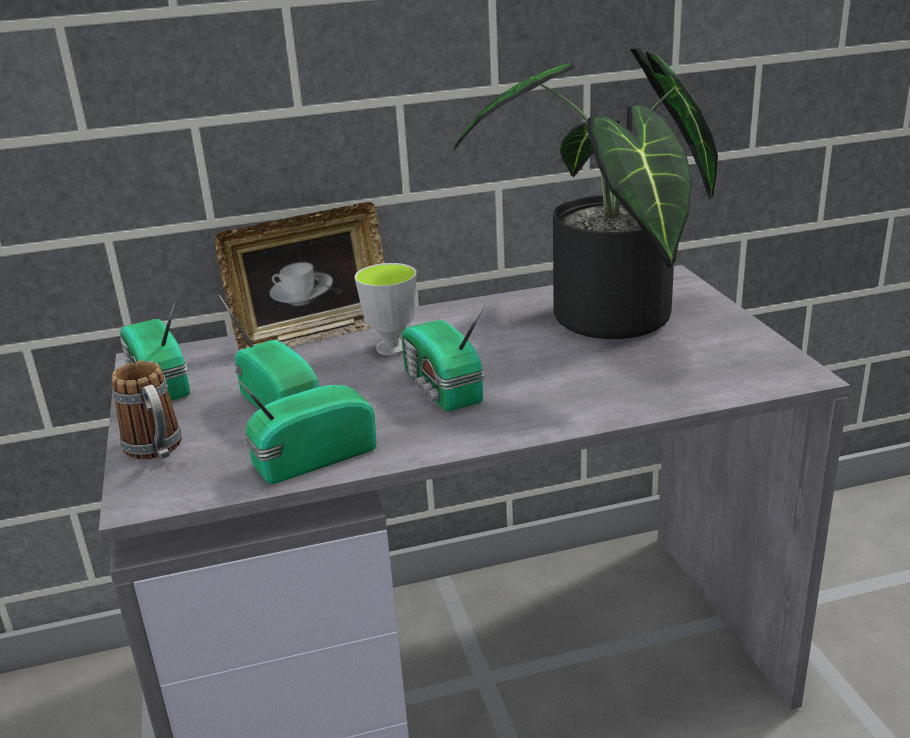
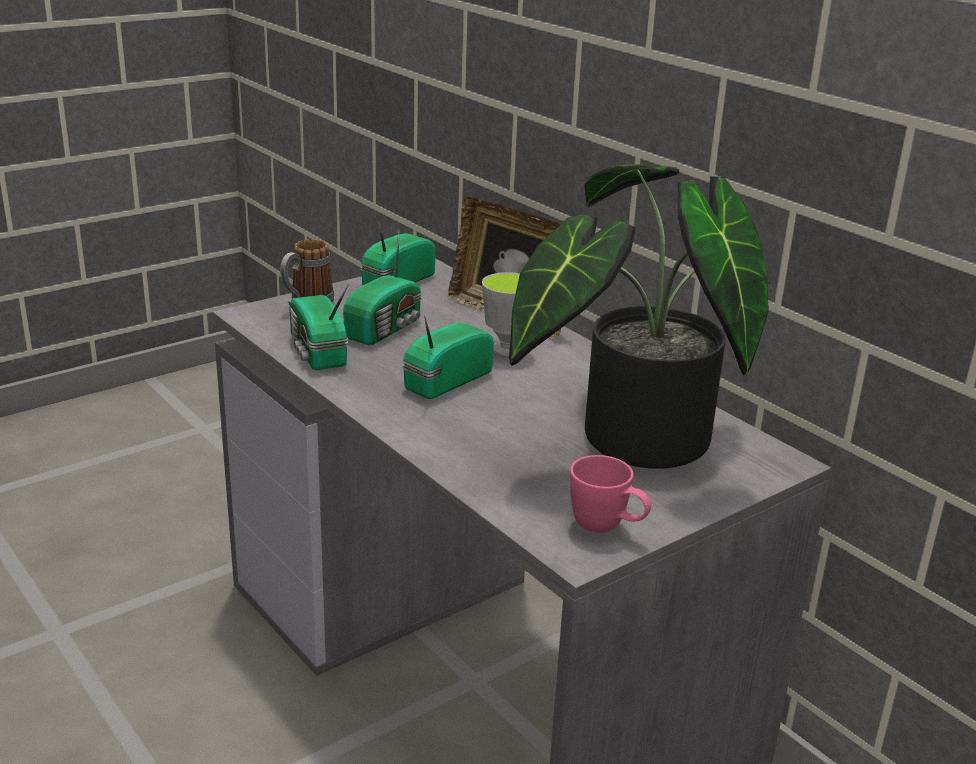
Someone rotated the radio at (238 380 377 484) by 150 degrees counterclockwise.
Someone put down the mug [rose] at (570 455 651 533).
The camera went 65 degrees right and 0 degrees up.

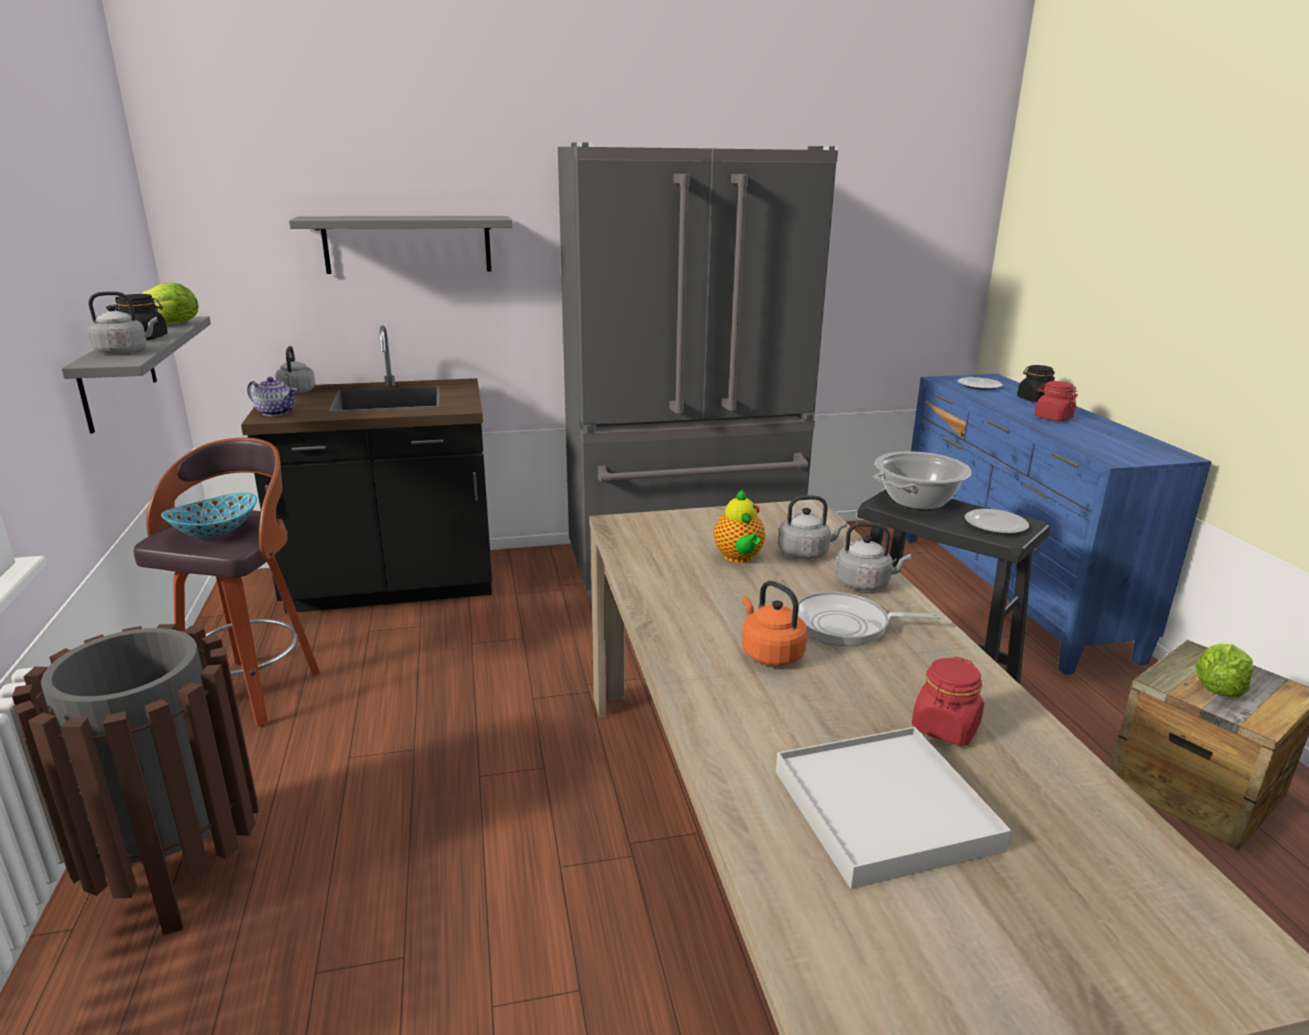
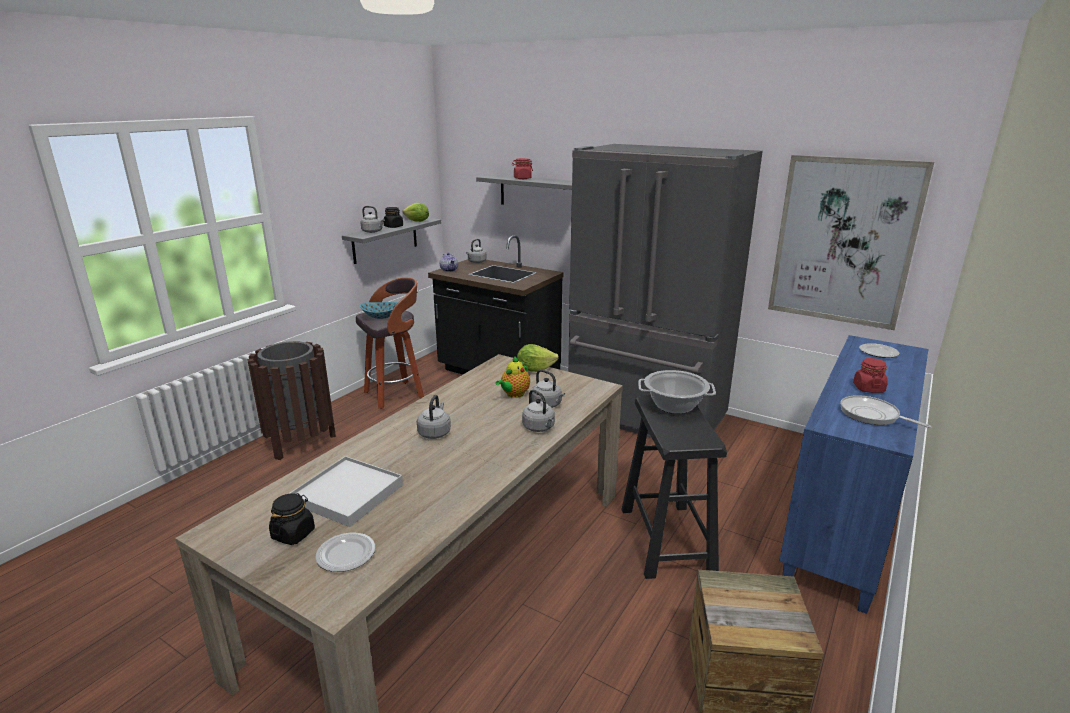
Someone carried the bocal [noir] from (1017 365 1055 402) to (269 493 315 545).
Someone carried the assiette from (965 509 1029 534) to (315 533 375 572).
Someone repainted the bouilloire [orange] at (742 581 807 666), which became the bouilloire [gris] at (417 395 451 439).
Someone carried the bocal [rouge] from (912 657 984 746) to (512 158 533 179).
Someone carried the laitue from (1196 643 1253 697) to (517 344 559 372).
Someone put up the tableau at (768 155 934 330).
Someone carried the poêle from (798 592 941 646) to (840 395 932 428).
The camera went 45 degrees right and 0 degrees up.

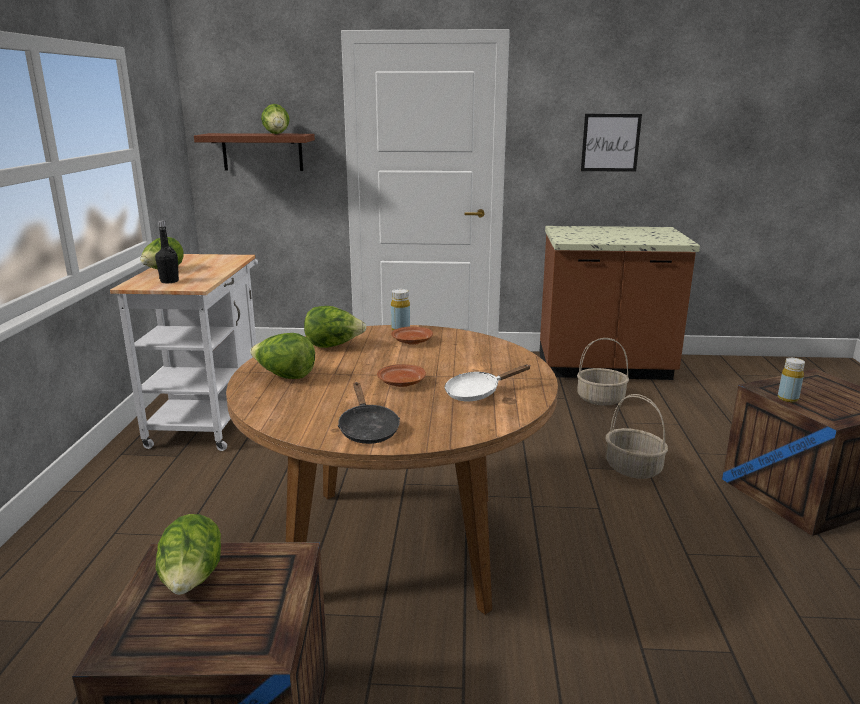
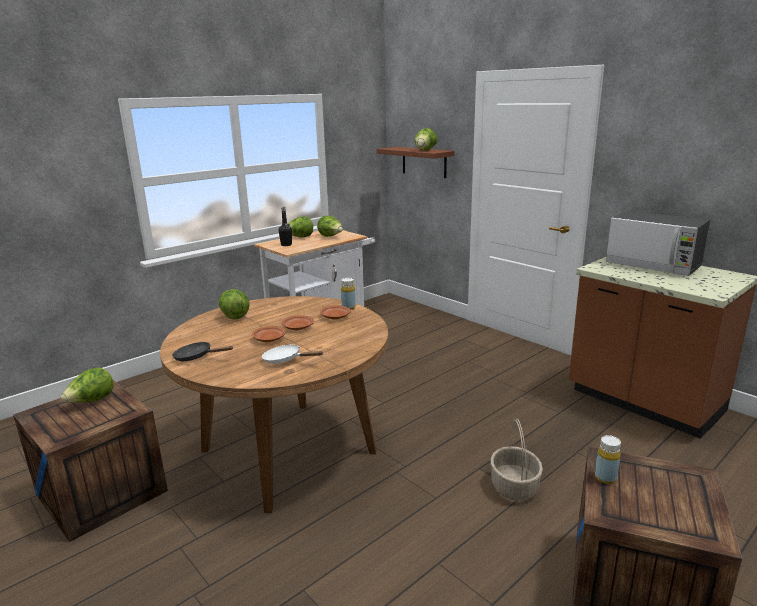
Someone rotated the poêle [noir] at (337 382 400 444) by 75 degrees clockwise.
Someone put down the assiette [marron] at (282 315 314 330).
Someone carried the laitue from (304 306 366 348) to (317 216 343 237).
Someone put down the micro-ondes at (606 211 710 276).
Someone took away the panier at (577 338 629 405).
Someone took away the tableau at (581 114 642 172).
The camera went 45 degrees right and 0 degrees up.

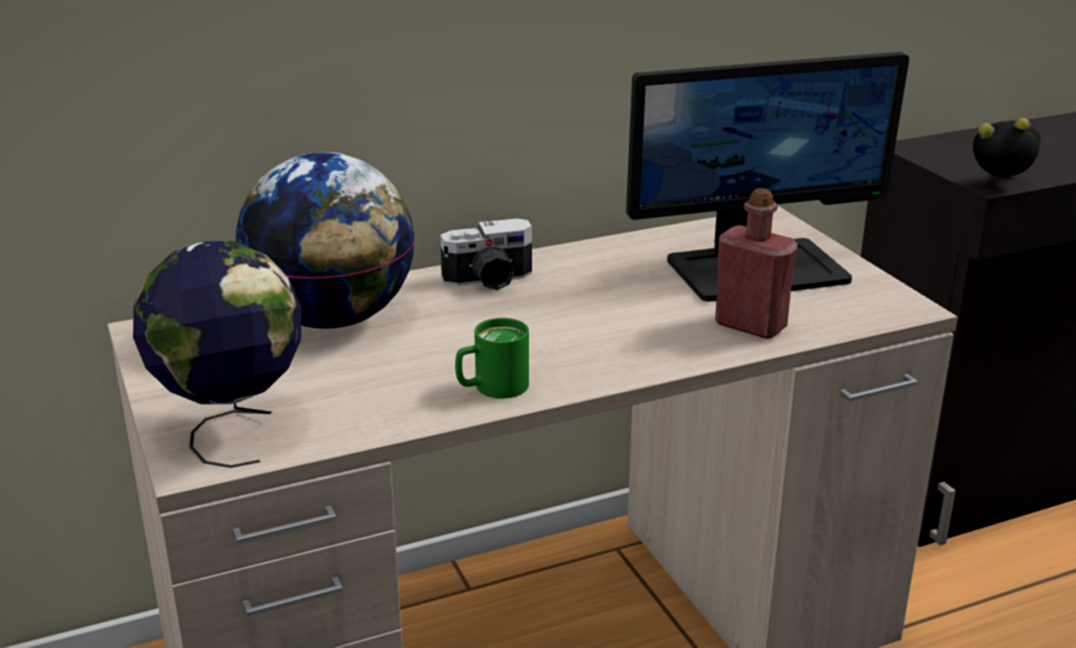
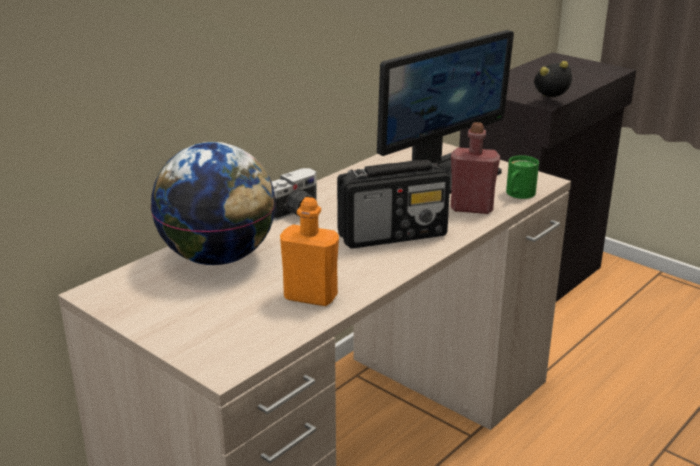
Someone put down the bouteille [orange] at (280 197 339 306).
Someone put down the radio at (337 160 450 249).
Someone carried the mug [vert] from (455 318 529 398) to (506 155 539 199).
Someone took away the globe at (133 241 301 468).
The camera went 25 degrees left and 0 degrees up.

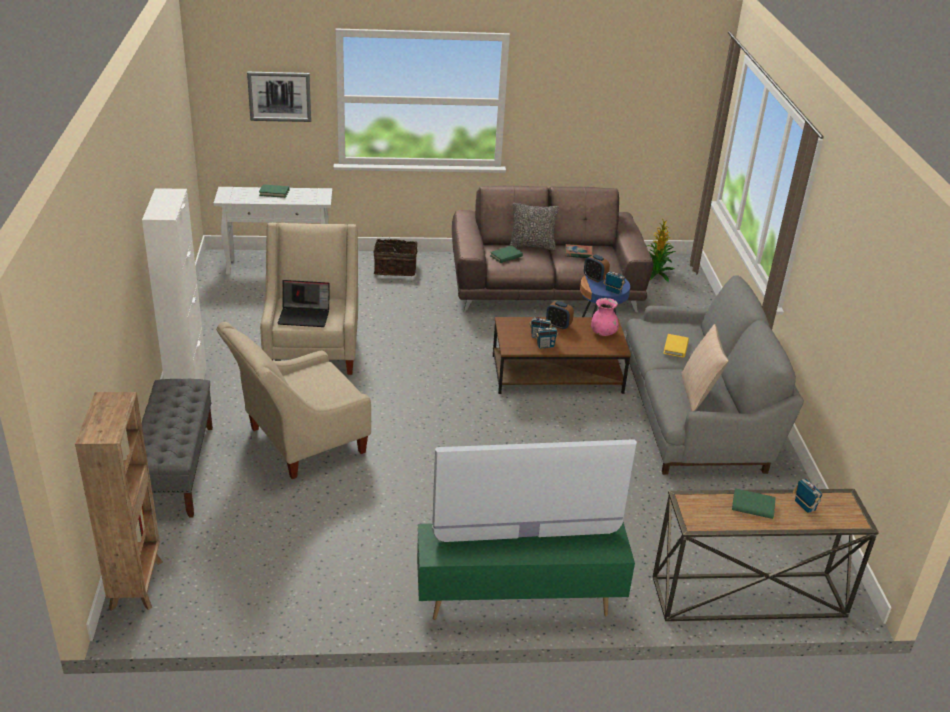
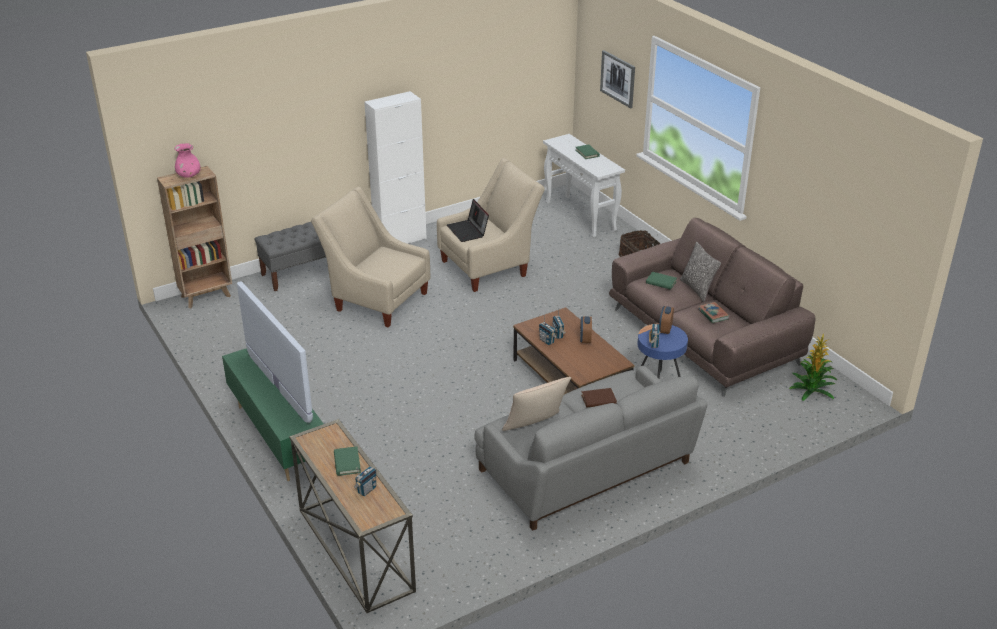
Someone carried the vase [rose] from (591 298 619 336) to (174 143 201 178).
Someone repainted the livre [jaune] at (663 334 689 358), which became the livre [marron] at (581 388 617 408).
The camera went 65 degrees right and 0 degrees up.

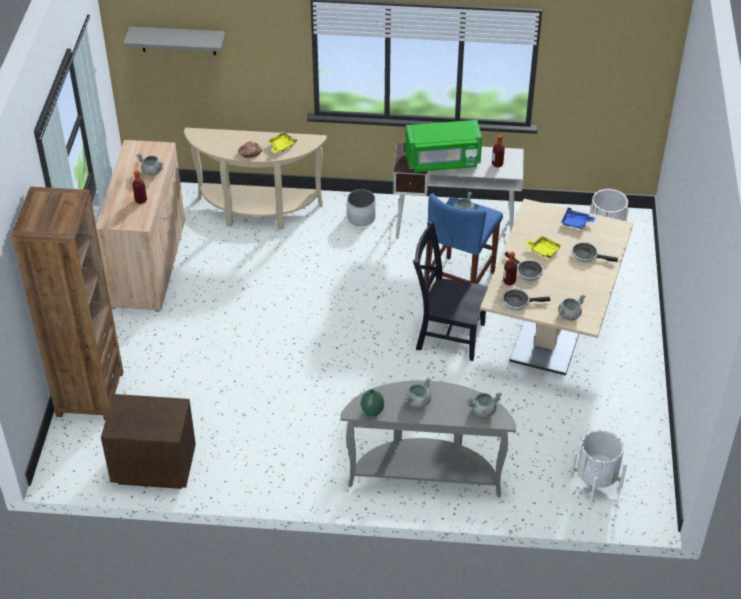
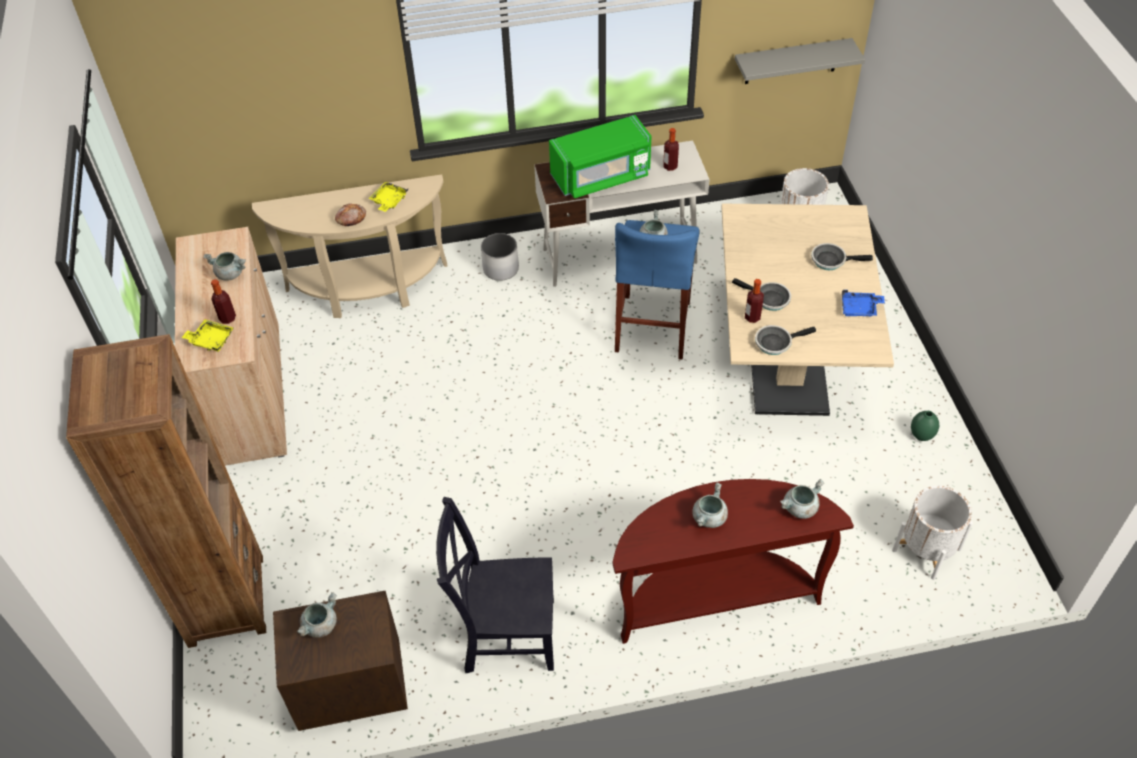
Someone carried the plateau [jaune] from (525 235 562 259) to (182 319 234 352).
Someone carried the marmite [gris] from (558 294 586 321) to (297 592 337 638).
Someone carried the chaise [noir] from (413 221 488 361) to (436 497 554 673).
Someone repainted the table console [gris] at (340 380 516 497), which became the table console [marron] at (613 479 854 644).
Someone carried the étagère [gris] from (123 26 225 55) to (735 38 865 84).
Someone carried the plateau [bleu] from (561 208 595 229) to (842 290 885 317).
Someone carried the vase [vert] from (361 389 384 417) to (911 411 939 441).
The camera went 15 degrees left and 5 degrees up.

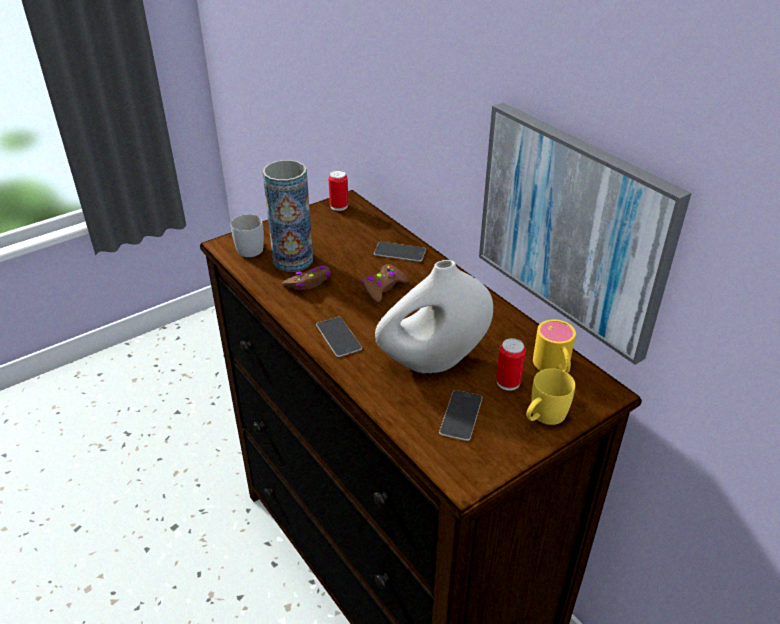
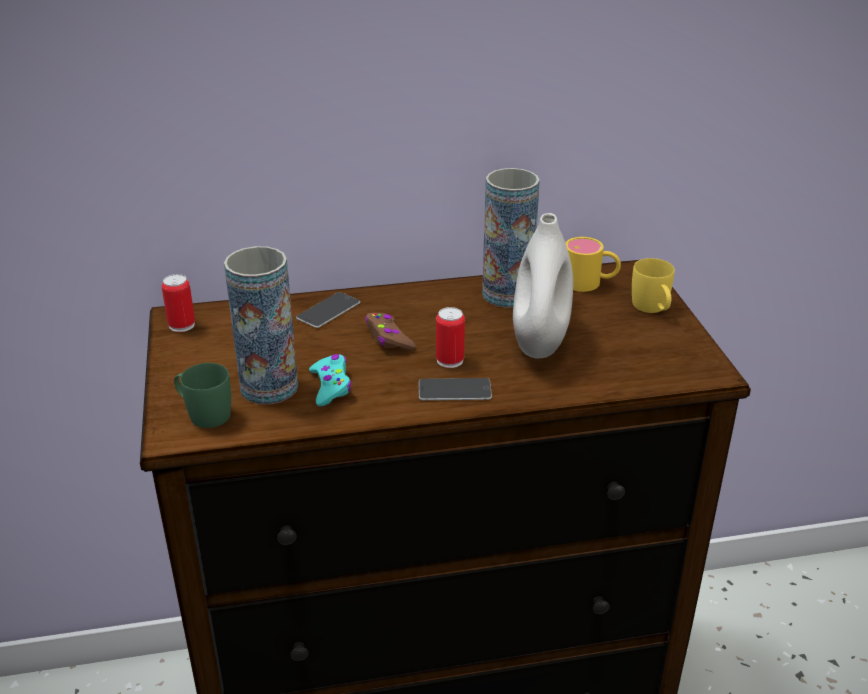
Someone repainted the mug [blanc] at (231 214 264 257), which became the mug [vert] at (174 363 231 428).
Someone repainted the manette [marron] at (282 265 331 290), which became the manette [turquoise] at (309 354 351 406).
Someone carried the boîte métallique from (496 338 526 391) to (436 307 465 368).
Someone put down the vase at (482 168 540 308).
Someone took away the téléphone at (439 390 482 441).
Someone took away the tableau at (479 102 692 365).
The camera went 65 degrees left and 5 degrees down.

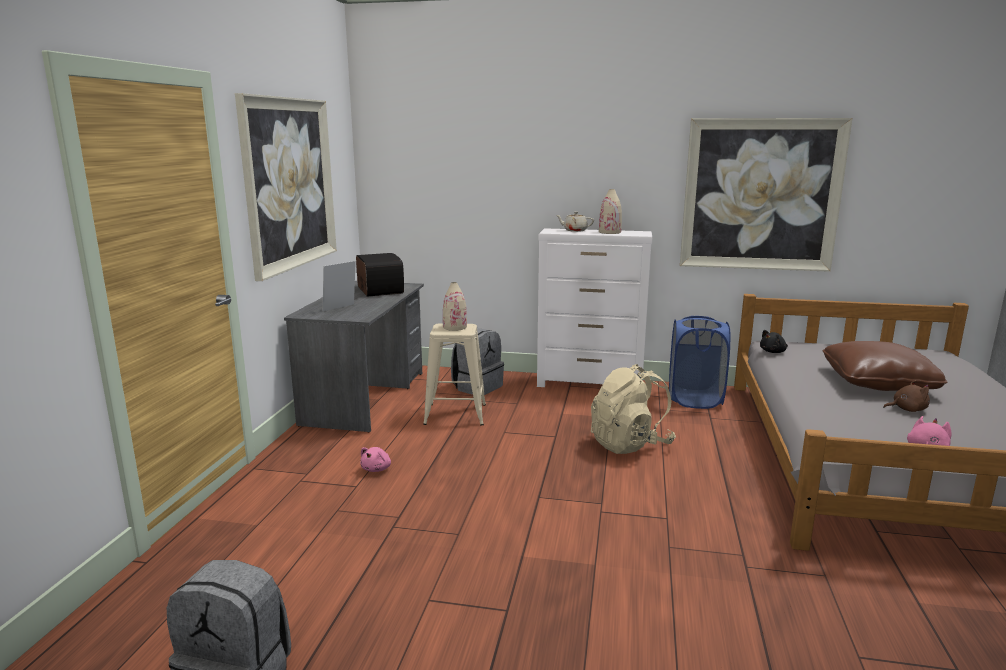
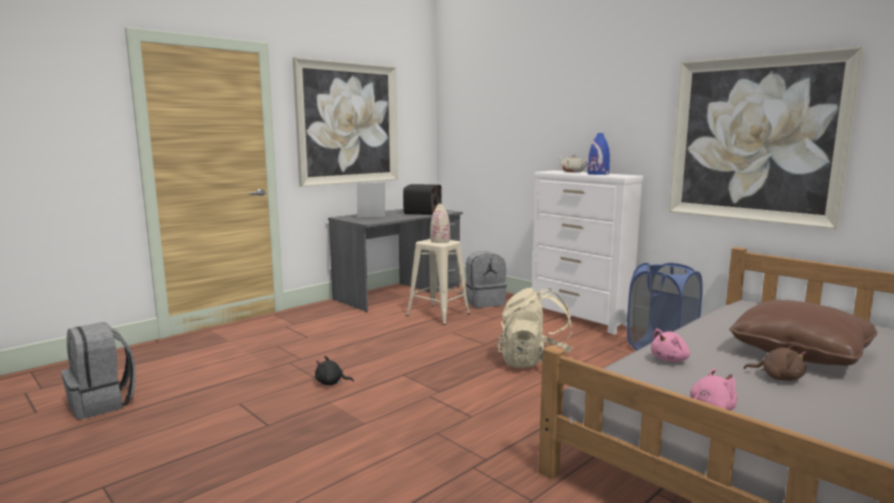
Someone carried the peluche [noir] from (760 330 788 353) to (315 356 354 385).
Someone repainted the vase [beige] at (599 189 622 234), which became the vase [bleu] at (587 133 610 175).
Someone carried the peluche [rose] from (360 447 391 472) to (651 328 690 362).
The camera went 35 degrees right and 5 degrees down.

